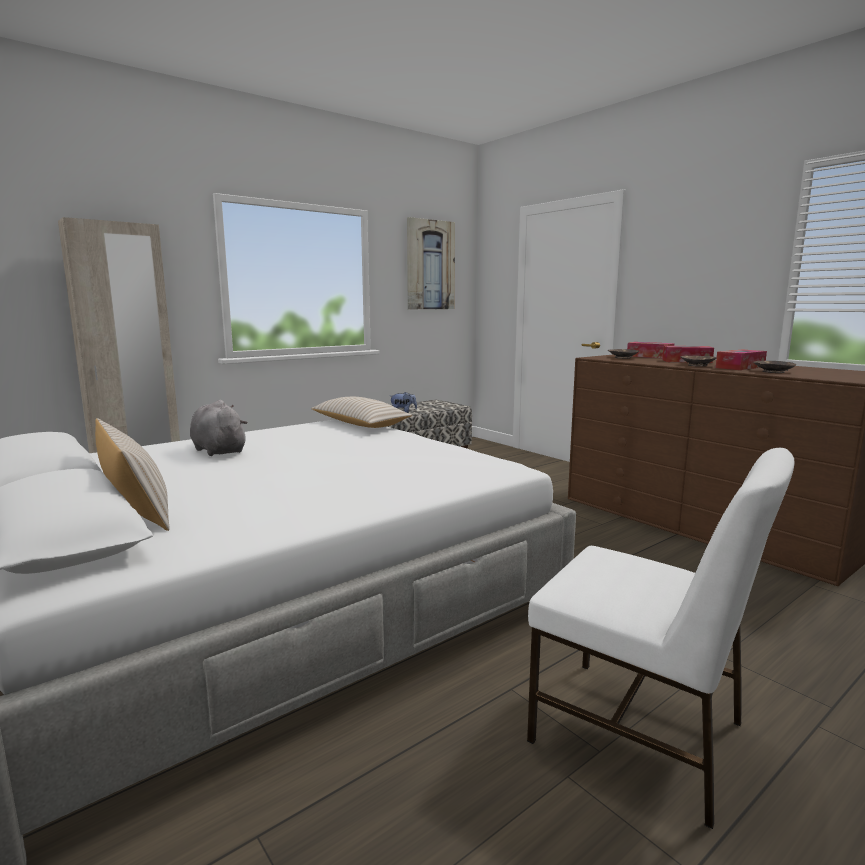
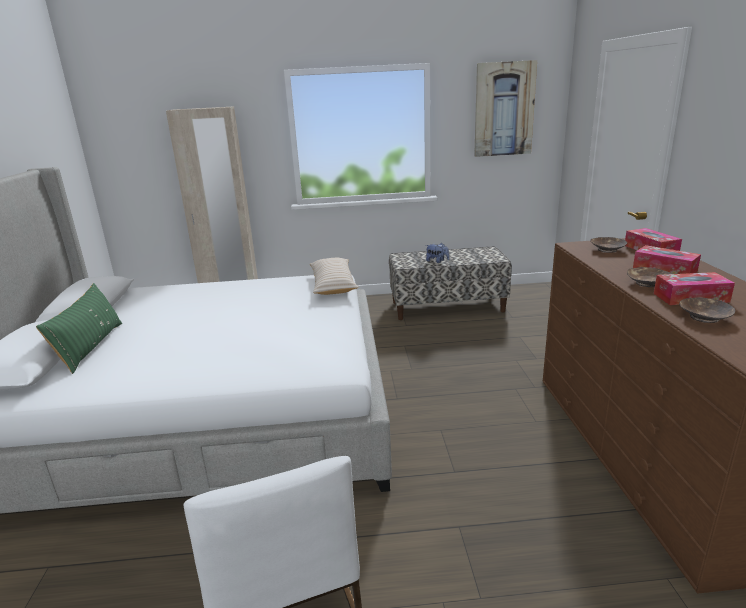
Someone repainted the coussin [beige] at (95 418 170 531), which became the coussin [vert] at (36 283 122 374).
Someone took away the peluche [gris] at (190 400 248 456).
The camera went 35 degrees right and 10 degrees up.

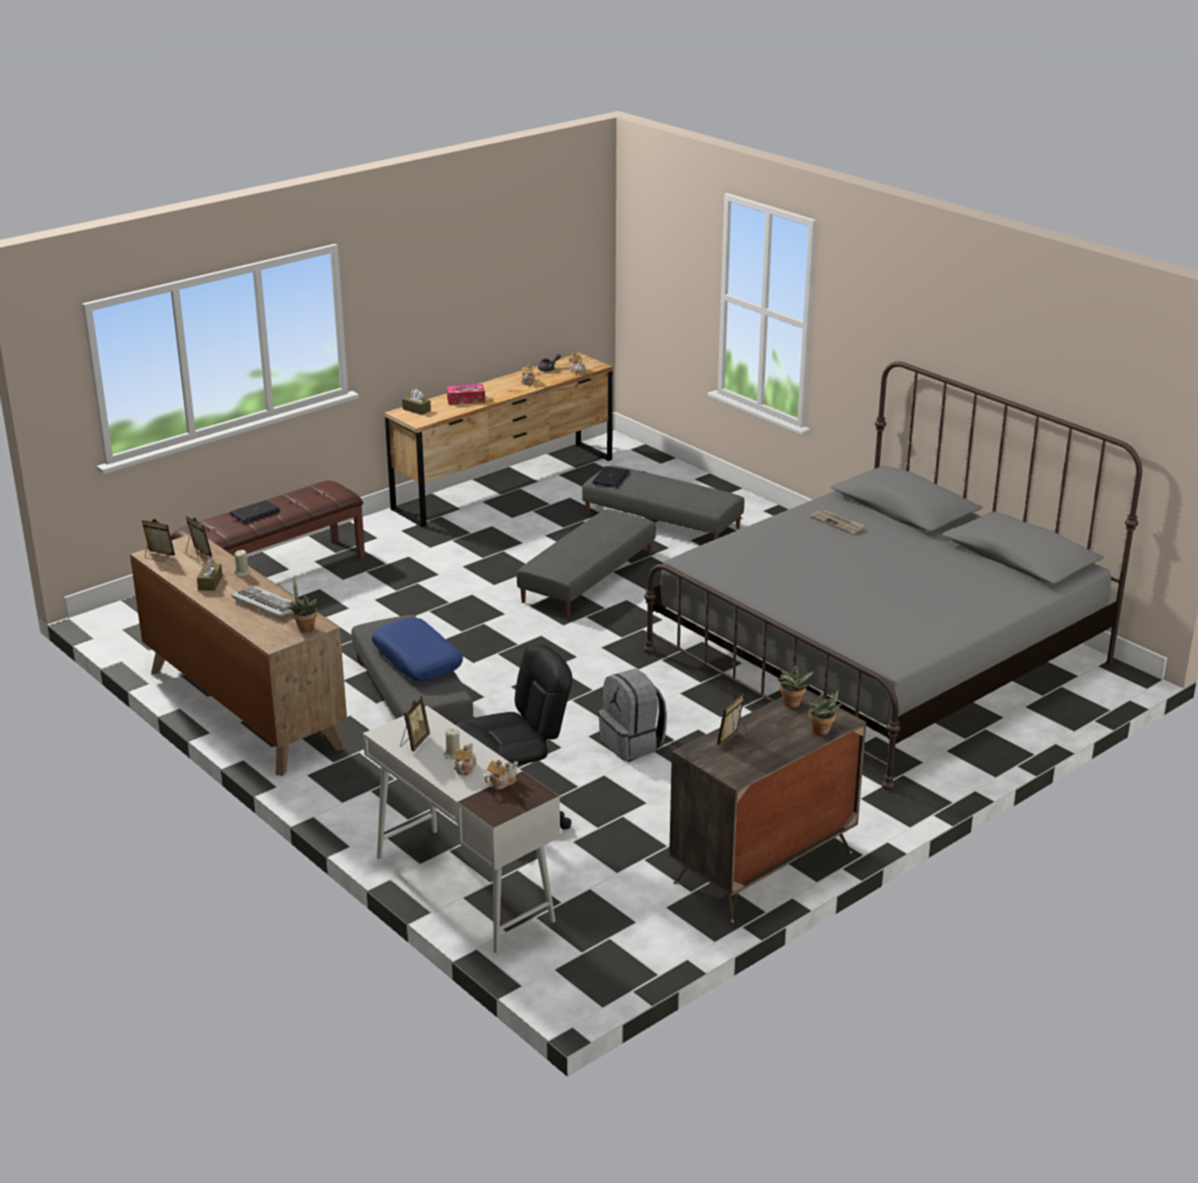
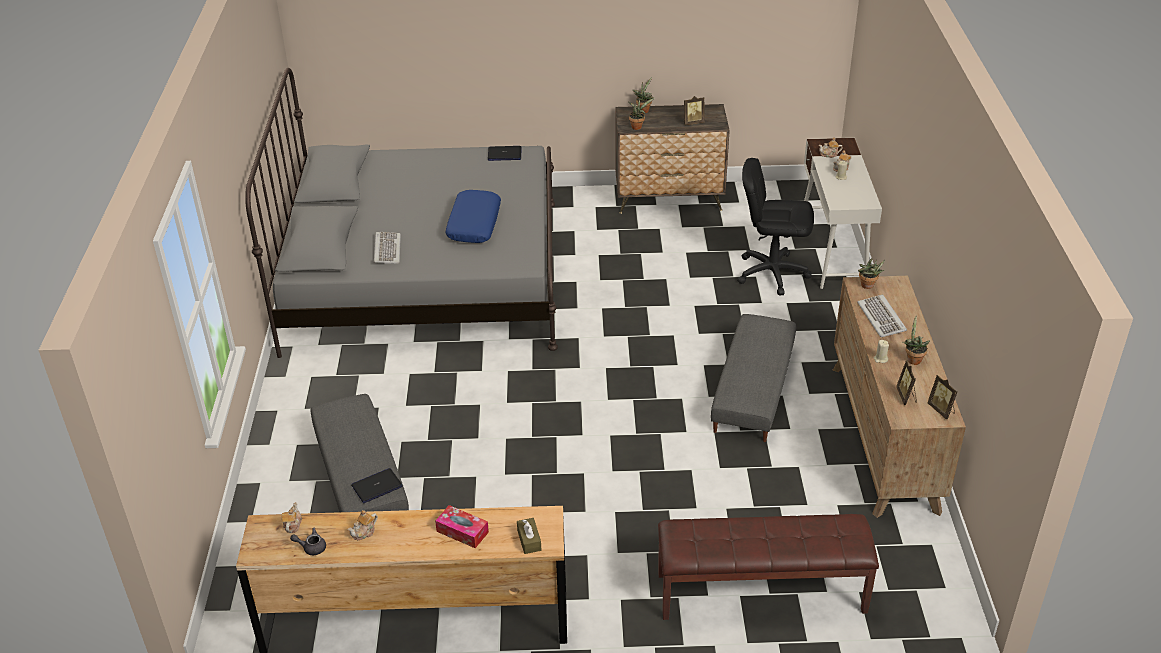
Someone swapped the journal at (810 510 865 534) for the clavier at (374 232 401 264).
Someone carried the coussin [bleu] from (372 618 463 681) to (446 190 501 243).
Someone carried the ordinateur portable from (230 500 280 523) to (488 146 521 161).
Someone swapped the boîte à mouchoirs [marron] at (197 558 223 591) for the plante en pot at (902 316 930 365).
Someone took away the cadre photo at (400 696 430 751).
Someone took away the pouf [gris] at (517 509 656 617).
Someone took away the sac à dos [gris] at (598 668 667 761).
The camera went 140 degrees left and 10 degrees up.

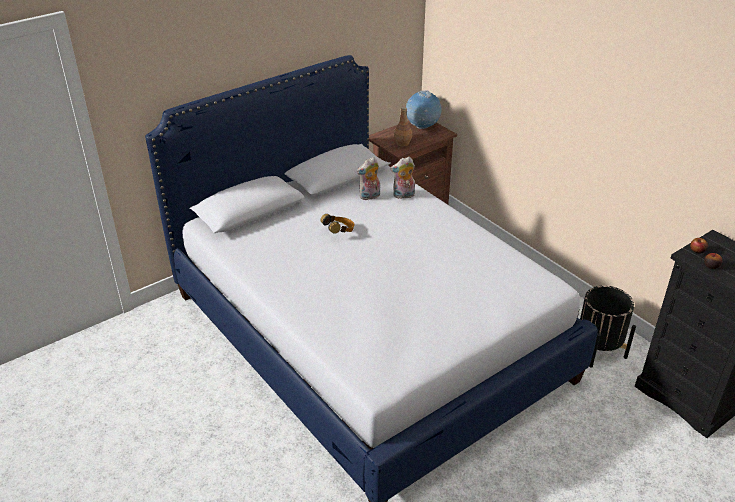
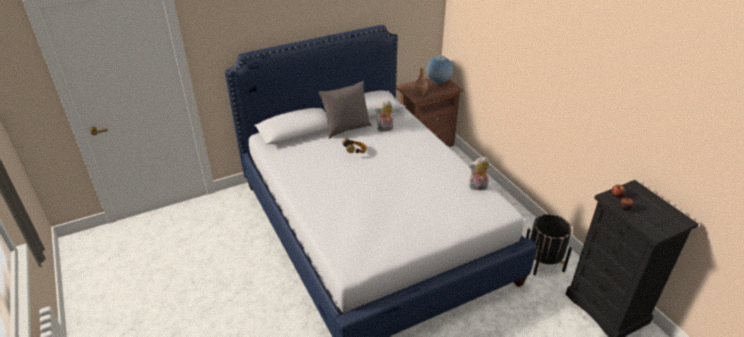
Someone put down the coussin [gris] at (319 81 372 139).
Someone carried the peluche from (390 157 415 199) to (469 157 490 192).
The camera went 10 degrees right and 0 degrees up.

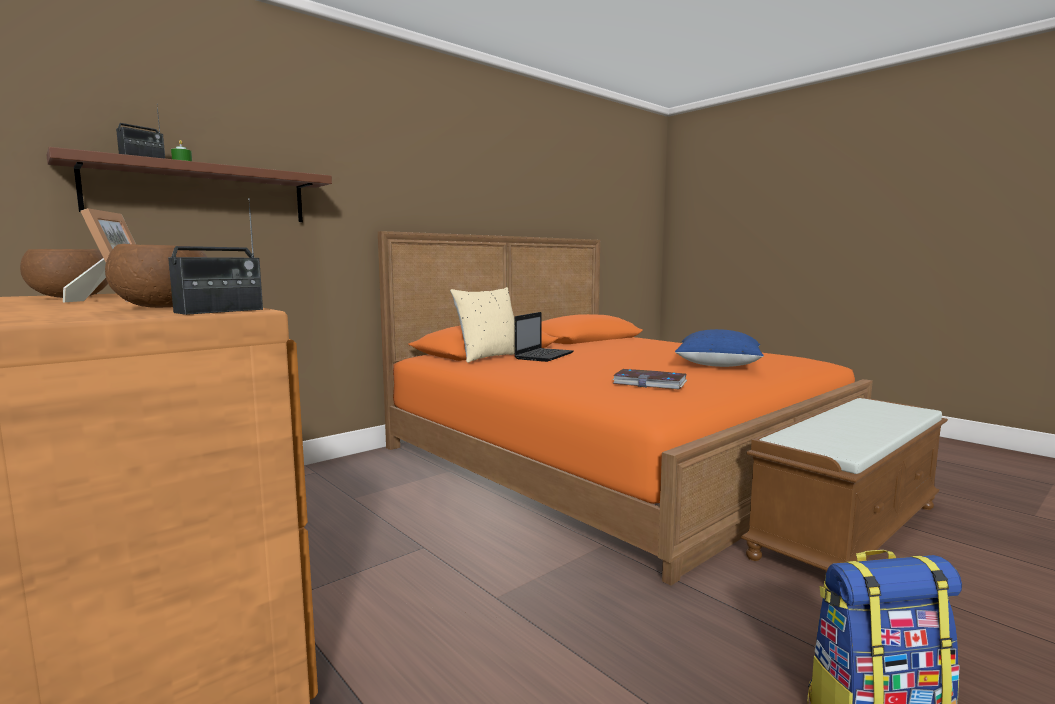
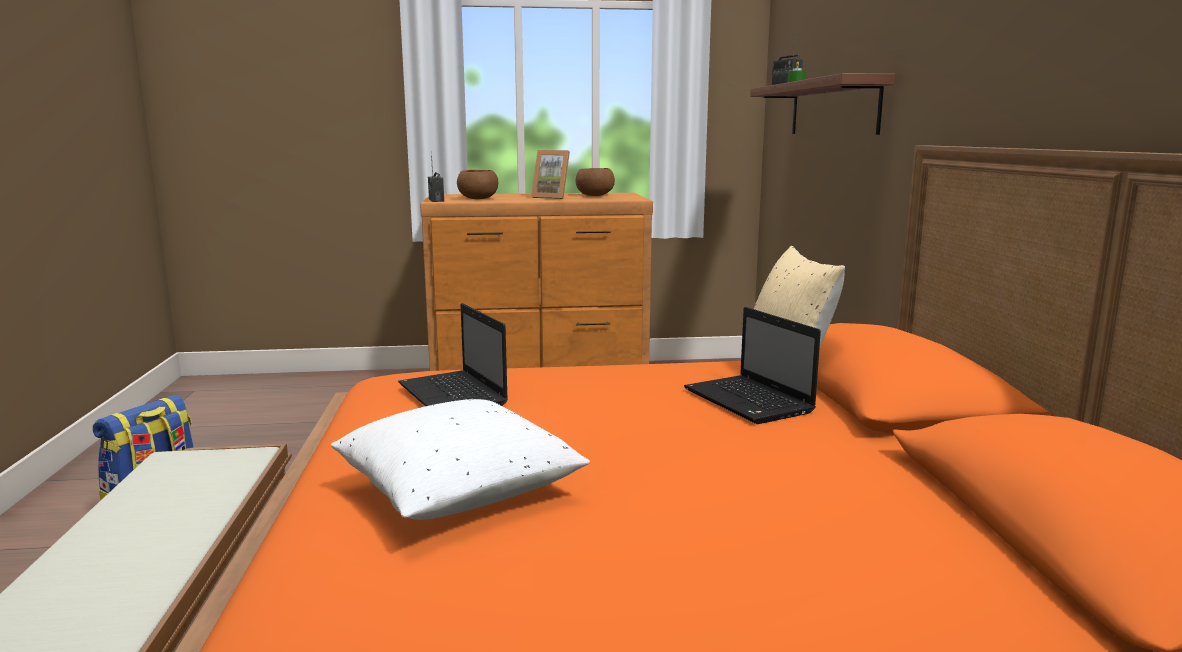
Someone repainted the coussin [bleu] at (675 329 764 367), which became the coussin [blanc] at (331 399 590 520).
Someone swapped the livre at (612 369 687 389) for the ordinateur portable at (398 303 508 406).
The camera went 125 degrees right and 5 degrees up.

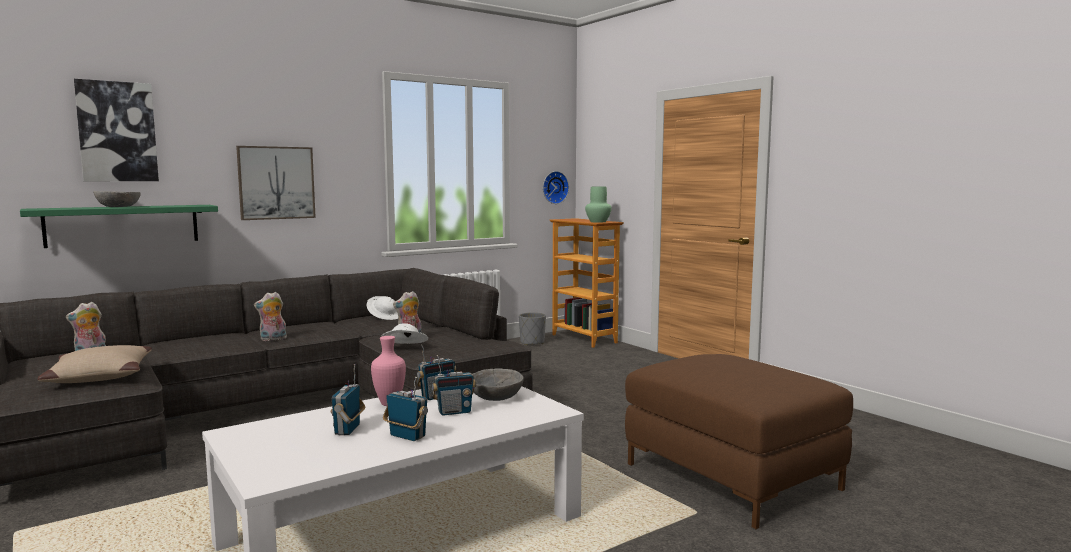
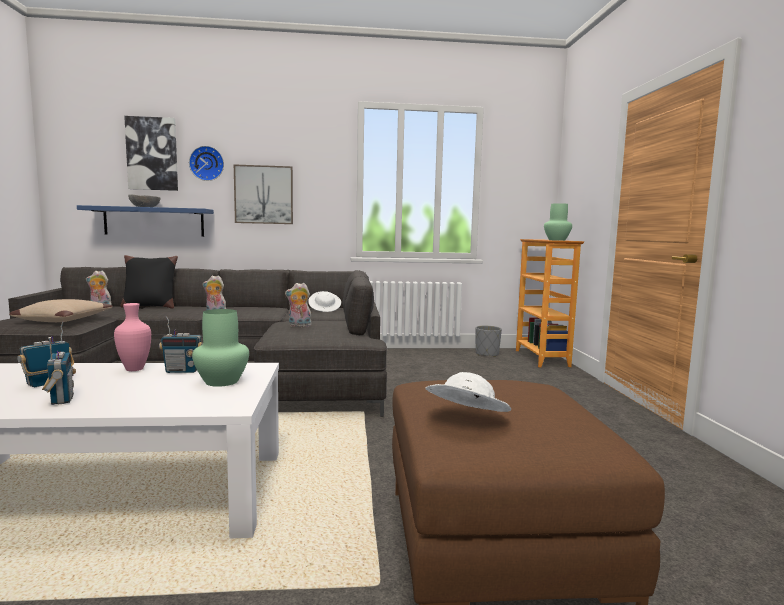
Someone repainted the étagère [vert] at (20 205 218 248), which became the étagère [bleu] at (77 205 214 237).
Someone put down the coussin [noir] at (120 255 178 309).
Someone carried the horloge murale from (543 171 569 204) to (189 146 224 181).
Someone swapped the bol [gris] at (472 368 524 401) for the vase [vert] at (192 309 249 387).
Someone carried the chapeau [blanc] from (381 323 428 344) to (425 372 511 412).
Someone took away the radio at (432 355 476 416).
The camera went 30 degrees right and 0 degrees up.

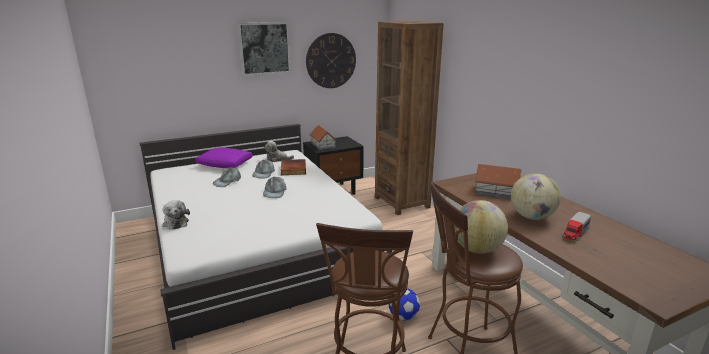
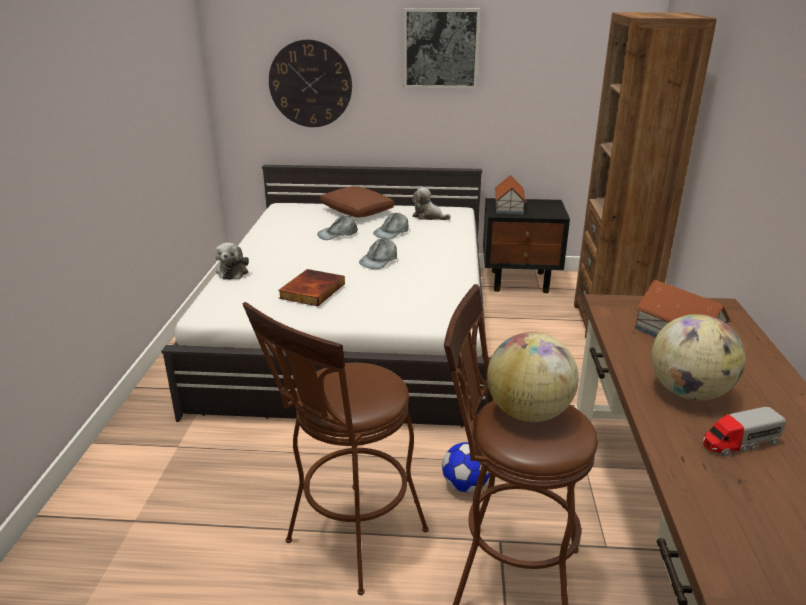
Someone carried the horloge murale from (306 33 356 88) to (269 40 352 127).
Someone carried the livre from (280 159 306 175) to (278 269 345 306).
Someone repainted the coussin [violet] at (195 148 252 168), which became the coussin [marron] at (320 186 394 217).
The camera went 30 degrees right and 5 degrees up.

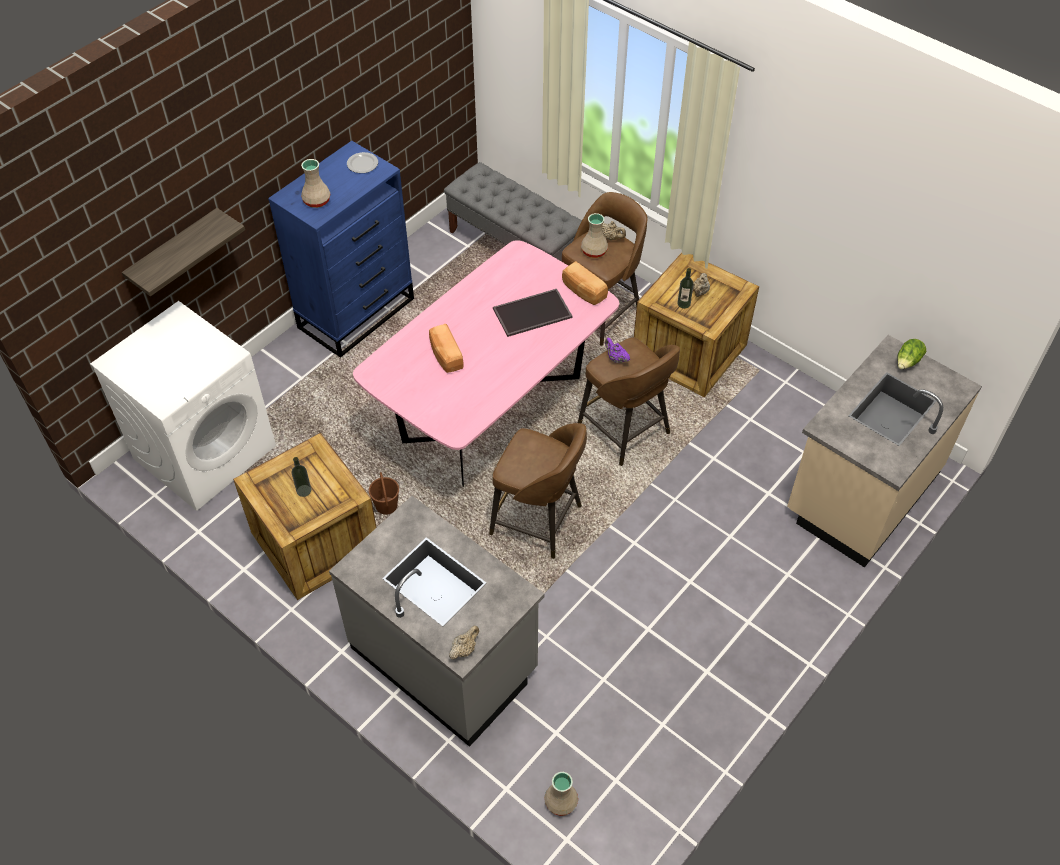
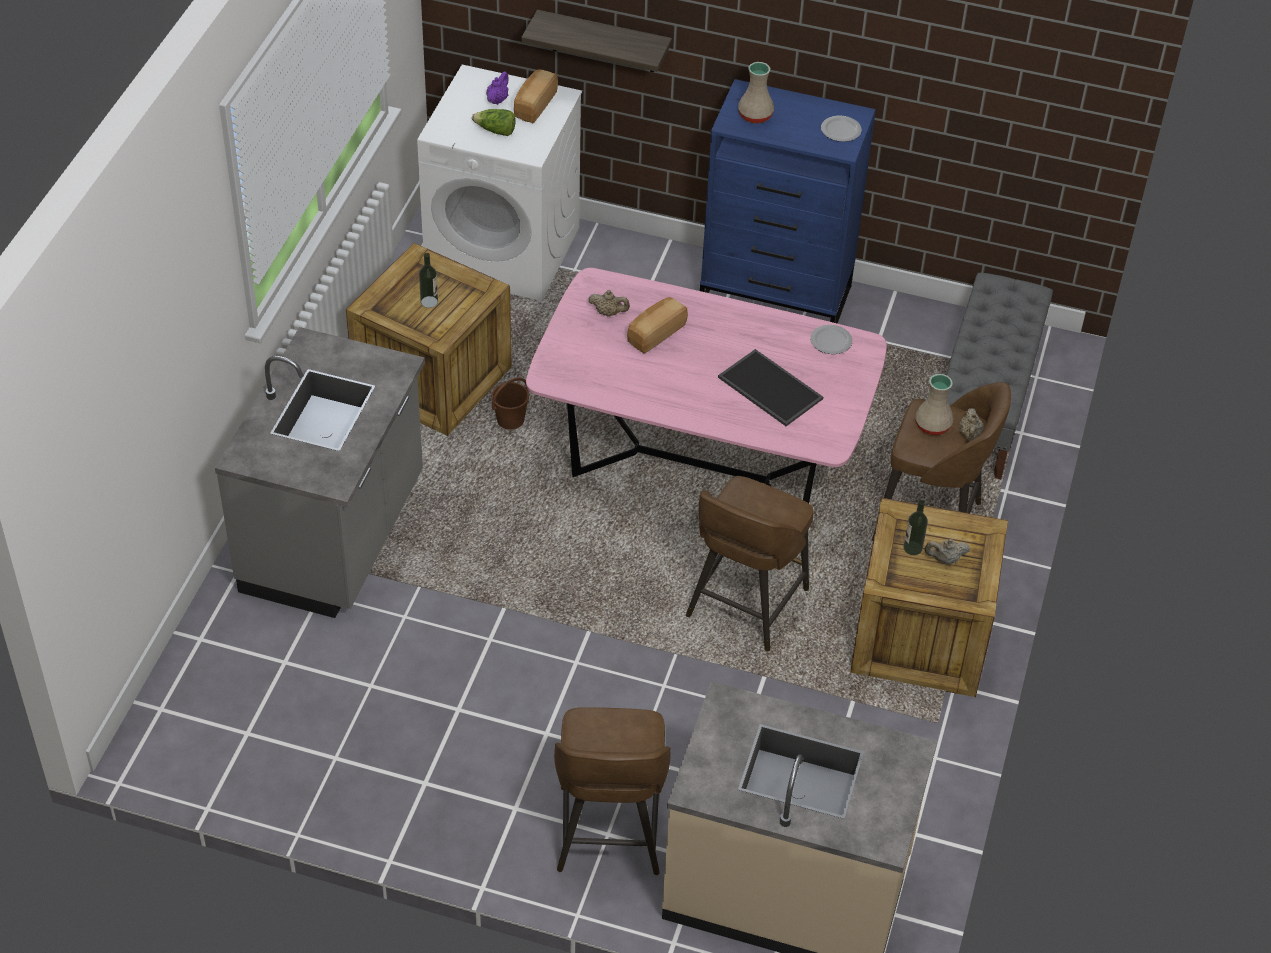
Someone carried the laitue from (897 339 926 369) to (472 109 516 136).
Someone carried the théière [violet] from (605 338 630 363) to (486 72 509 105).
Someone carried the pain from (562 261 608 305) to (514 70 558 123).
Someone carried the tabouret [marron] from (489 423 587 559) to (554 707 670 875).
Someone carried the théière [beige] from (449 626 479 660) to (589 290 630 317).
Someone put down the assiette at (810 325 853 354).
Someone took away the vase [beige] at (544 772 578 816).
The camera went 65 degrees right and 5 degrees down.

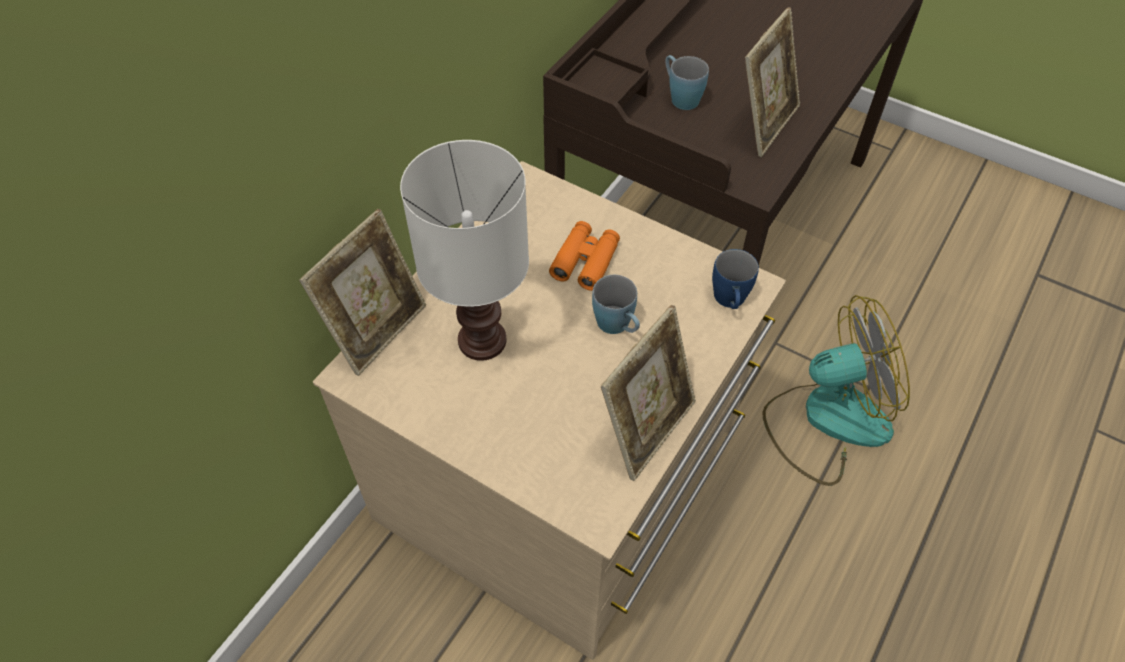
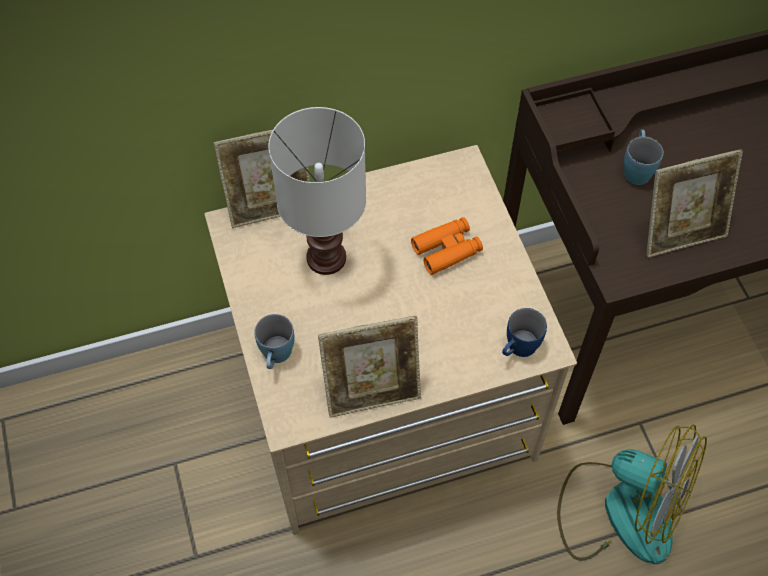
Someone carried the mug [bleu] from (592 275 640 334) to (255 314 295 369).
The camera went 40 degrees right and 5 degrees up.

